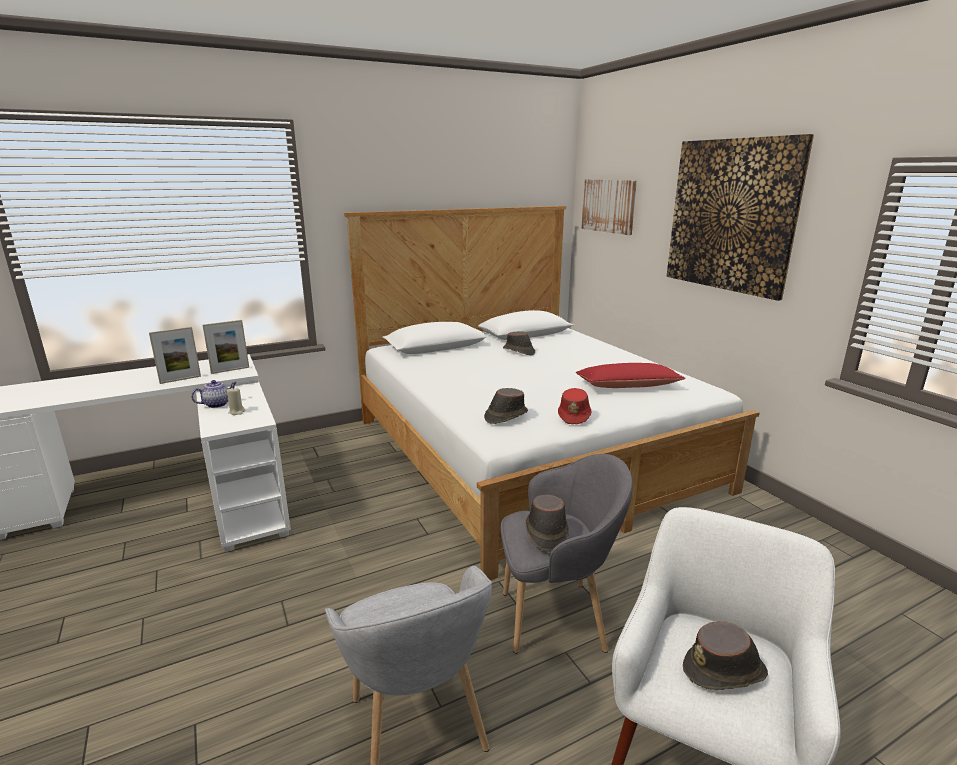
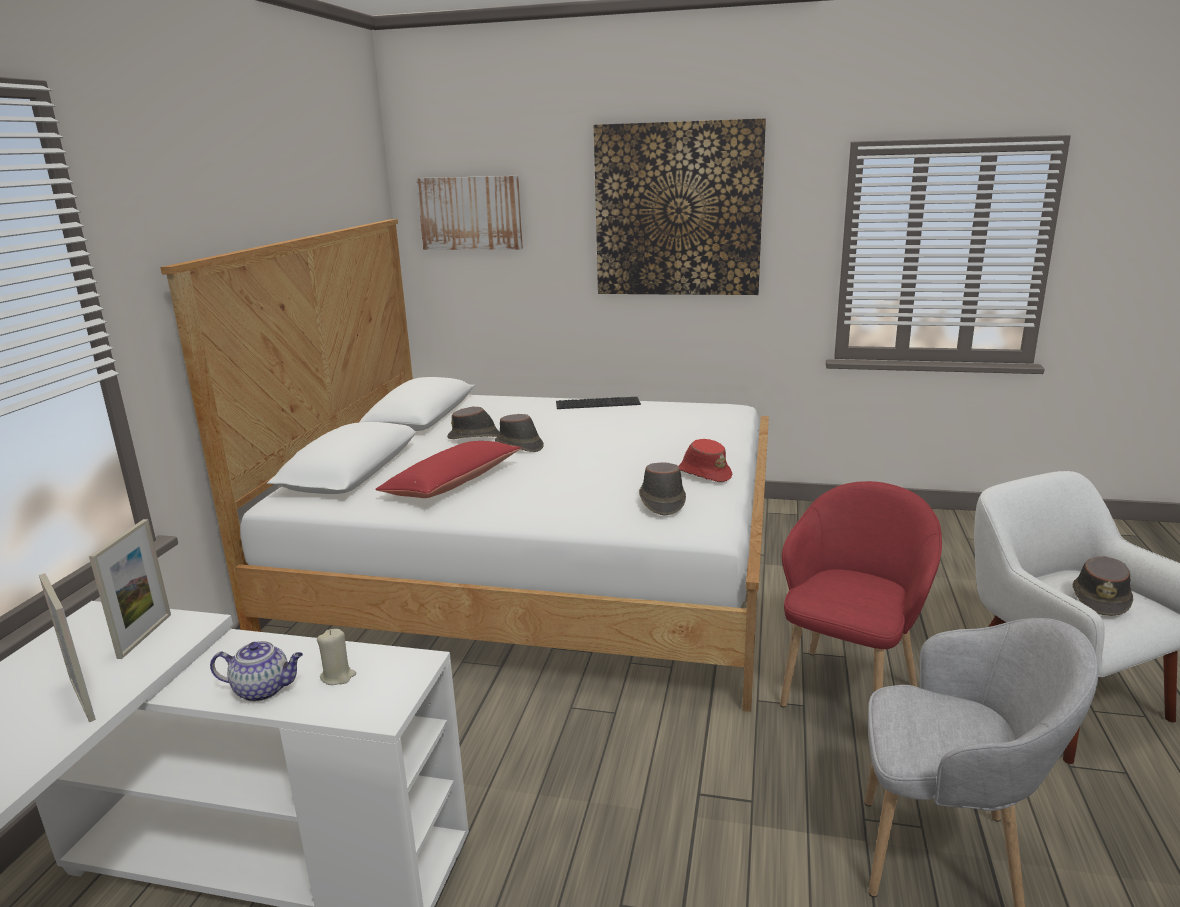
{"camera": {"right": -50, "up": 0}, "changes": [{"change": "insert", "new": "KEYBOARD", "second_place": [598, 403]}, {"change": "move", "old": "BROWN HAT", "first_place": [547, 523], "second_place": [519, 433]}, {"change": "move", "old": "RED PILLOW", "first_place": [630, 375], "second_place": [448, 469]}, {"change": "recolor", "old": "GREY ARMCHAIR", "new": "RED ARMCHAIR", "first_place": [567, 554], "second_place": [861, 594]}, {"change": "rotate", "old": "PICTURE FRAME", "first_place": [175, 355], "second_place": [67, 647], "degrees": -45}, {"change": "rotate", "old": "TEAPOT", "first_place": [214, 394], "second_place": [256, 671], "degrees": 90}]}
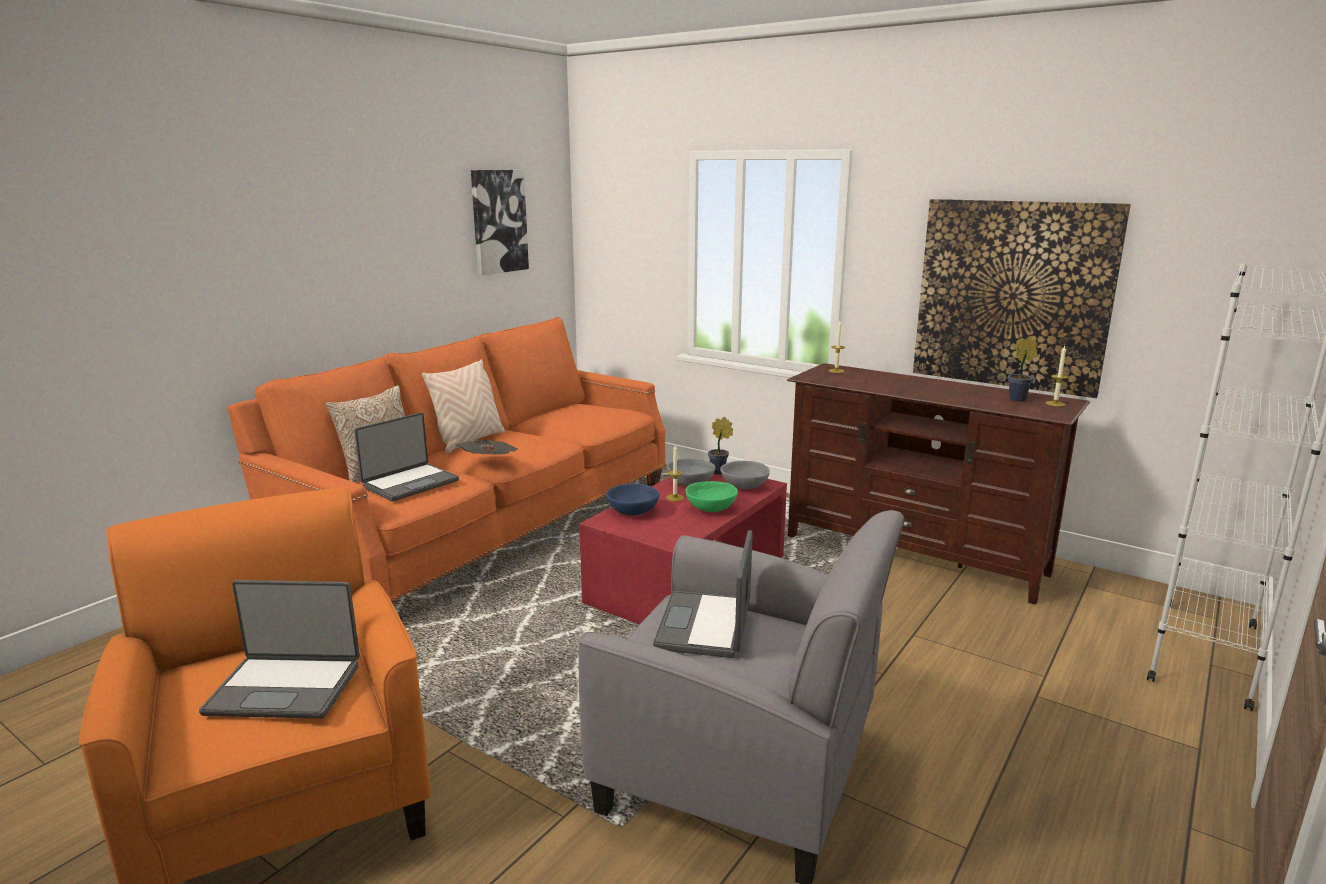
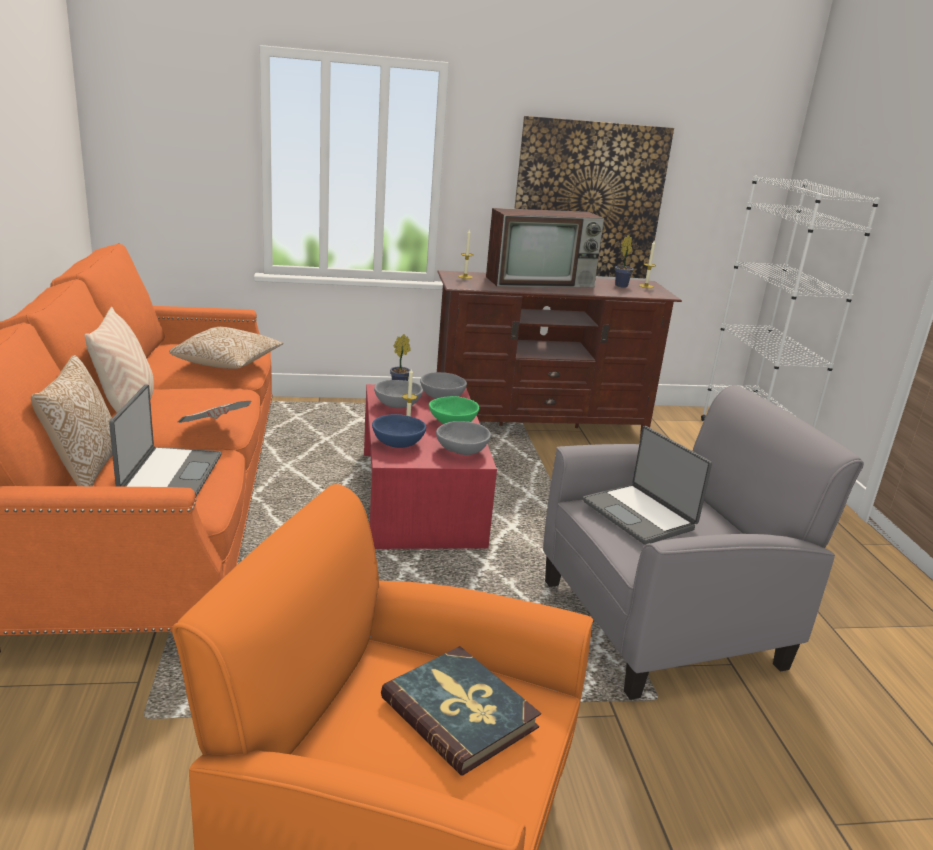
{"camera": {"right": -45, "up": 5}, "changes": [{"change": "delete", "old": "PICTURE", "first_place": [500, 222]}, {"change": "insert", "new": "PILLOW", "second_place": [226, 348]}, {"change": "insert", "new": "GREY BOWL", "second_place": [463, 438]}, {"change": "insert", "new": "TELEVISION", "second_place": [545, 248]}, {"change": "replace", "old": "LAPTOP", "new": "BOOK", "first_place": [279, 649], "second_place": [461, 710]}]}
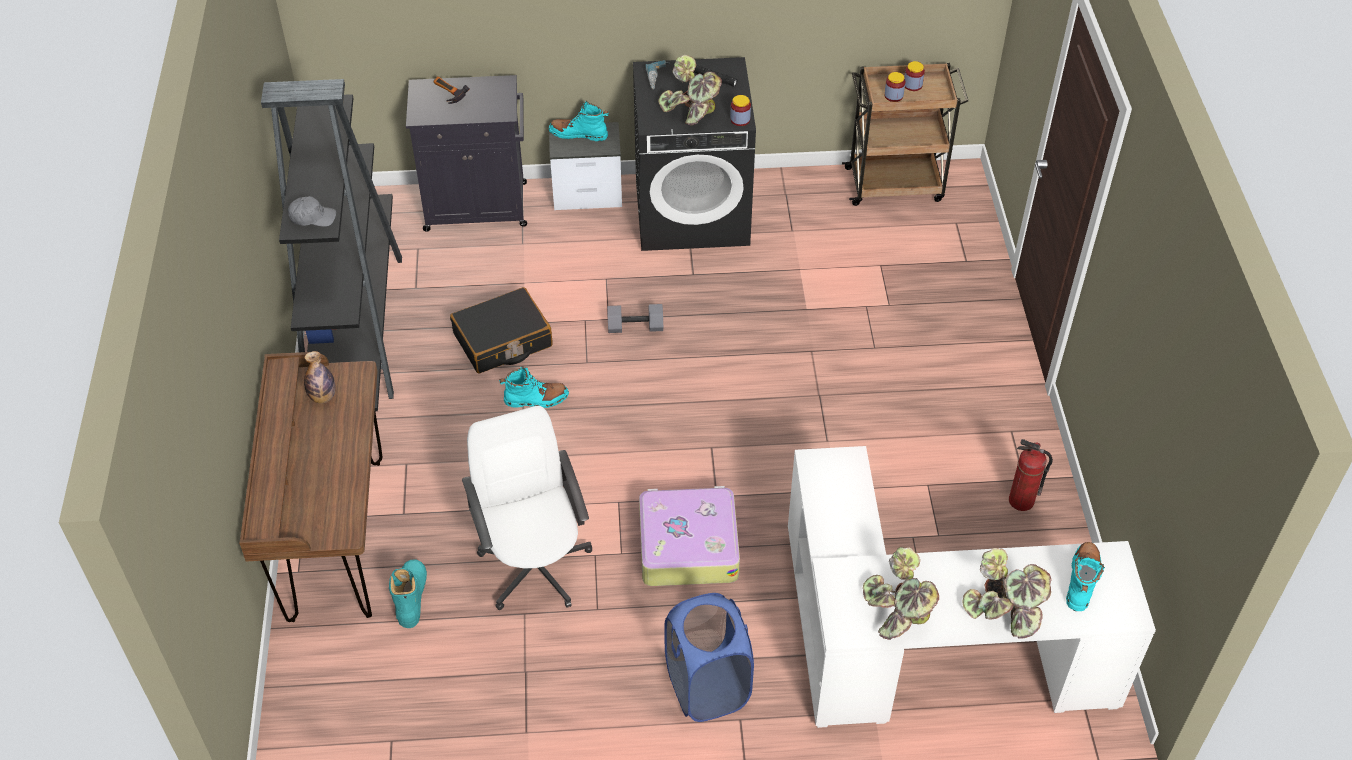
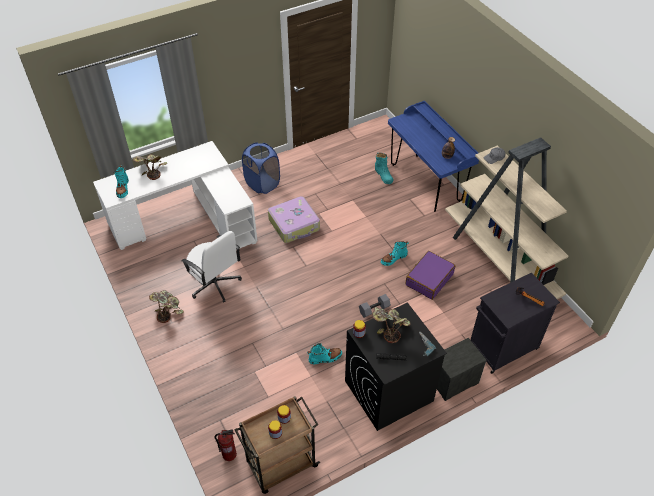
{"camera": {"right": 155, "up": 0}, "changes": [{"change": "move", "old": "WHITE OFFICE CHAIR", "first_place": [527, 508], "second_place": [211, 266]}, {"change": "move", "old": "TURQUOISE BOOT", "first_place": [579, 121], "second_place": [324, 354]}, {"change": "move", "old": "POTTED PLANT", "first_place": [901, 593], "second_place": [166, 306]}, {"change": "move", "old": "FIRE EXTINGUISHER", "first_place": [1031, 475], "second_place": [226, 445]}, {"change": "recolor", "old": "BROWN DESK", "new": "BLUE DESK", "first_place": [310, 487], "second_place": [433, 156]}, {"change": "recolor", "old": "BLACK BOOKCASE", "new": "BEIGE BOOKCASE", "first_place": [331, 245], "second_place": [506, 218]}, {"change": "recolor", "old": "BLACK SUITCASE", "new": "PURPLE SUITCASE", "first_place": [501, 330], "second_place": [430, 275]}]}
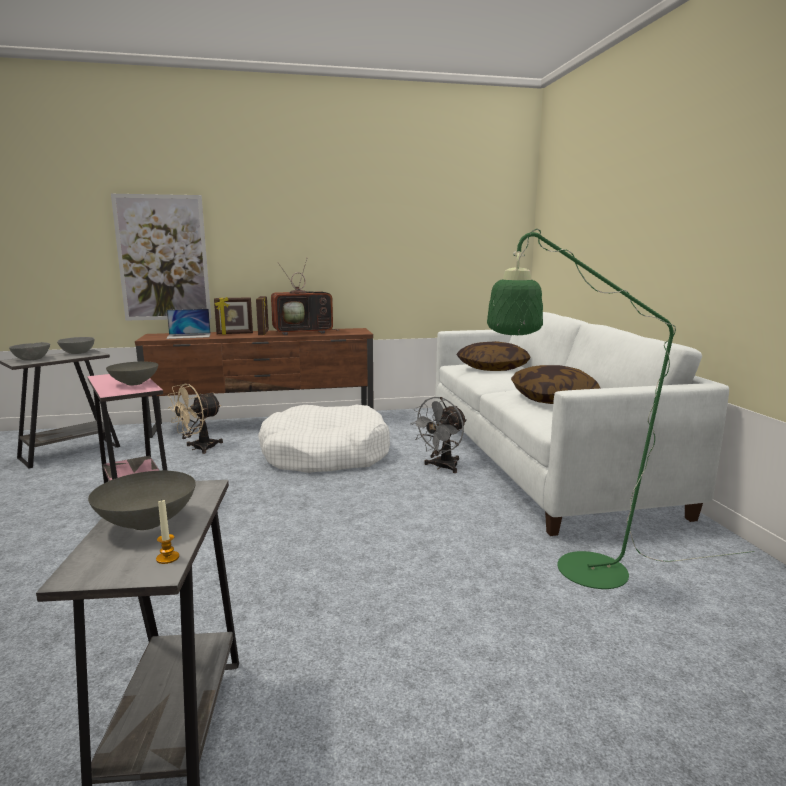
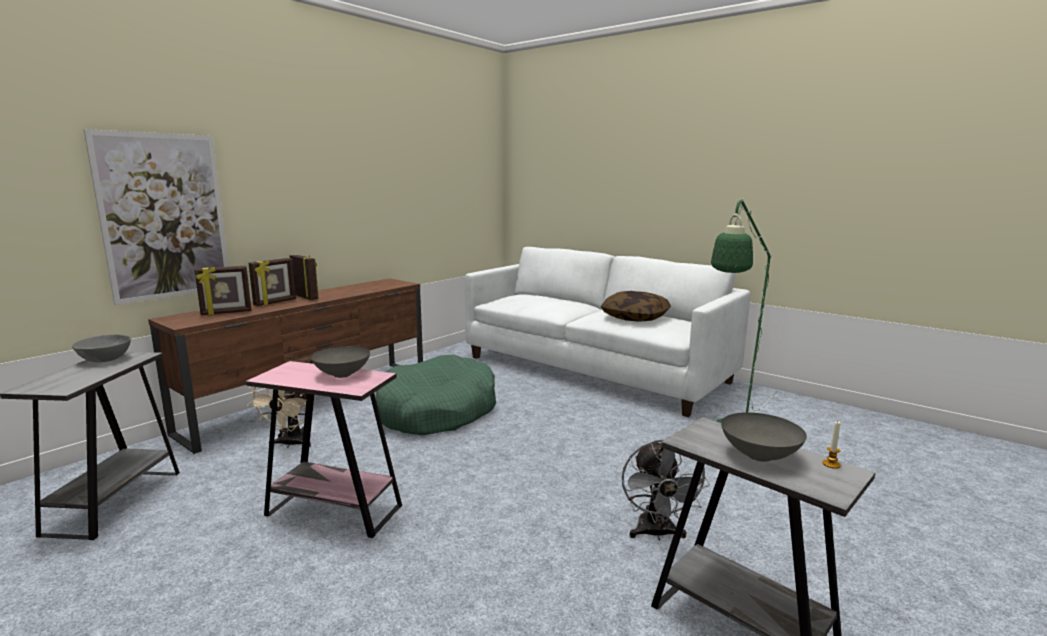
{"camera": {"right": -40, "up": 0}, "changes": [{"change": "delete", "old": "GREY BOWL", "first_place": [29, 351]}, {"change": "delete", "old": "TELEVISION", "first_place": [305, 296]}, {"change": "delete", "old": "PILLOW", "first_place": [493, 356]}, {"change": "move", "old": "GREY FAN", "first_place": [438, 435], "second_place": [666, 490]}, {"change": "replace", "old": "LAPTOP", "new": "PICTURE FRAME", "first_place": [188, 324], "second_place": [223, 290]}, {"change": "recolor", "old": "WHITE DOG BED", "new": "GREEN DOG BED", "first_place": [324, 438], "second_place": [436, 394]}]}
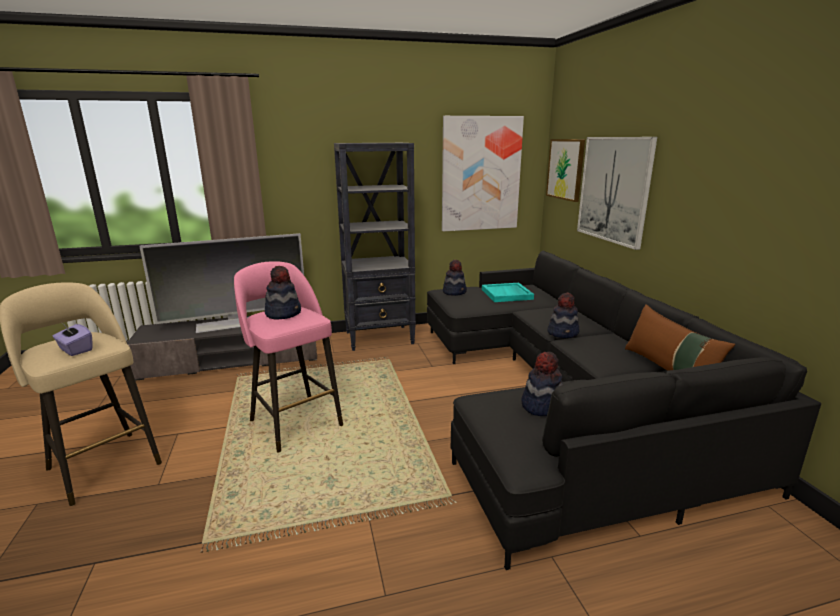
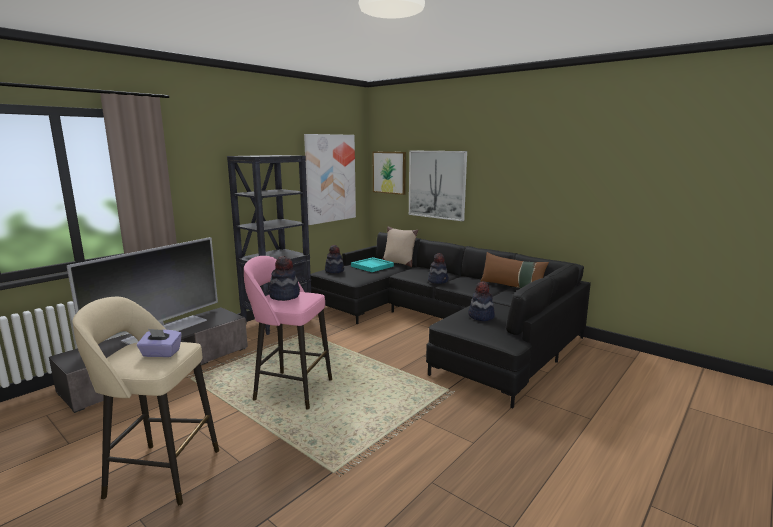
{"camera": {"right": -35, "up": -5}, "changes": [{"change": "insert", "new": "BEIGE PILLOW", "second_place": [400, 246]}]}
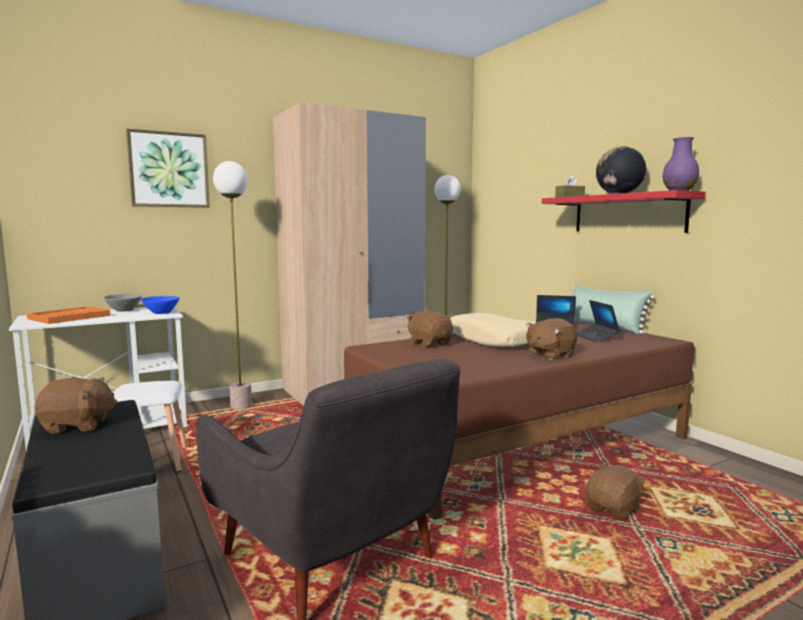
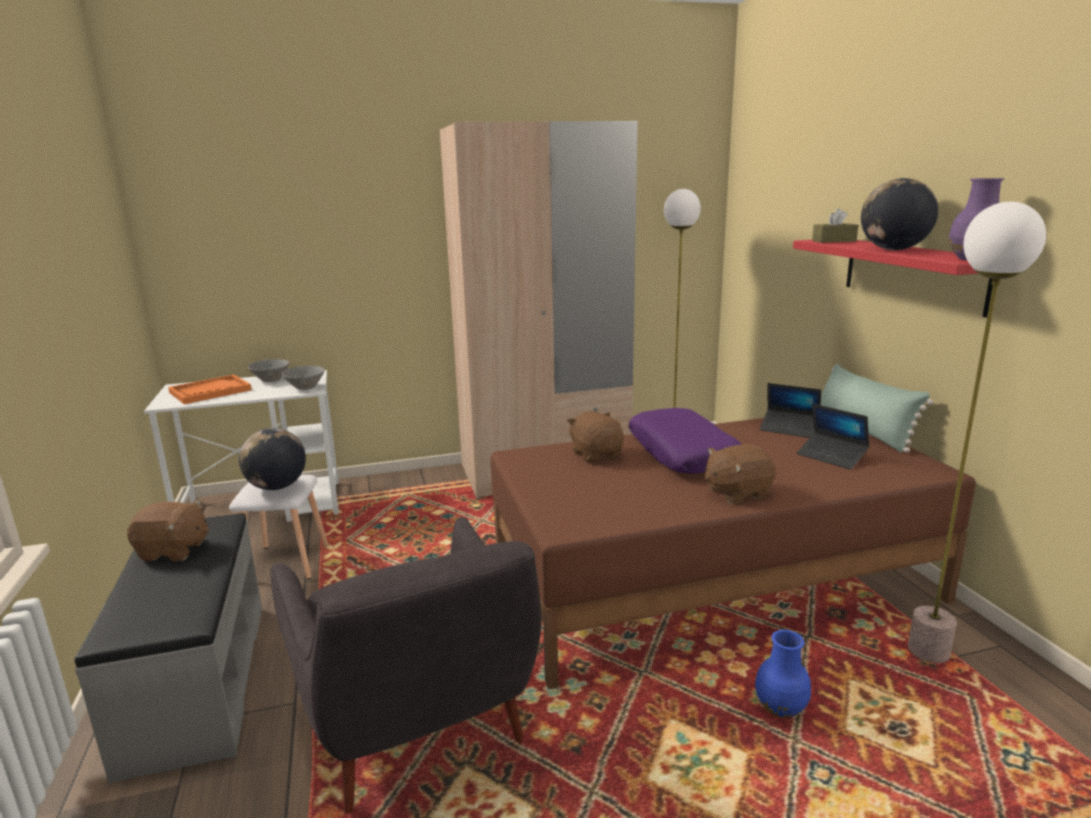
{"camera": {"right": 15, "up": 10}, "changes": [{"change": "delete", "old": "PICTURE", "first_place": [168, 168]}, {"change": "insert", "new": "GLOBE", "second_place": [272, 459]}, {"change": "move", "old": "FLOOR LAMP", "first_place": [232, 285], "second_place": [977, 432]}, {"change": "replace", "old": "BROWN PLUSH TOY", "new": "BLUE VASE", "first_place": [616, 492], "second_place": [783, 674]}, {"change": "recolor", "old": "BLUE BOWL", "new": "GREY BOWL", "first_place": [160, 305], "second_place": [303, 378]}, {"change": "recolor", "old": "BEIGE PILLOW", "new": "PURPLE PILLOW", "first_place": [492, 330], "second_place": [685, 441]}, {"change": "rotate", "old": "LAPTOP", "first_place": [598, 321], "second_place": [833, 437], "degrees": -45}]}
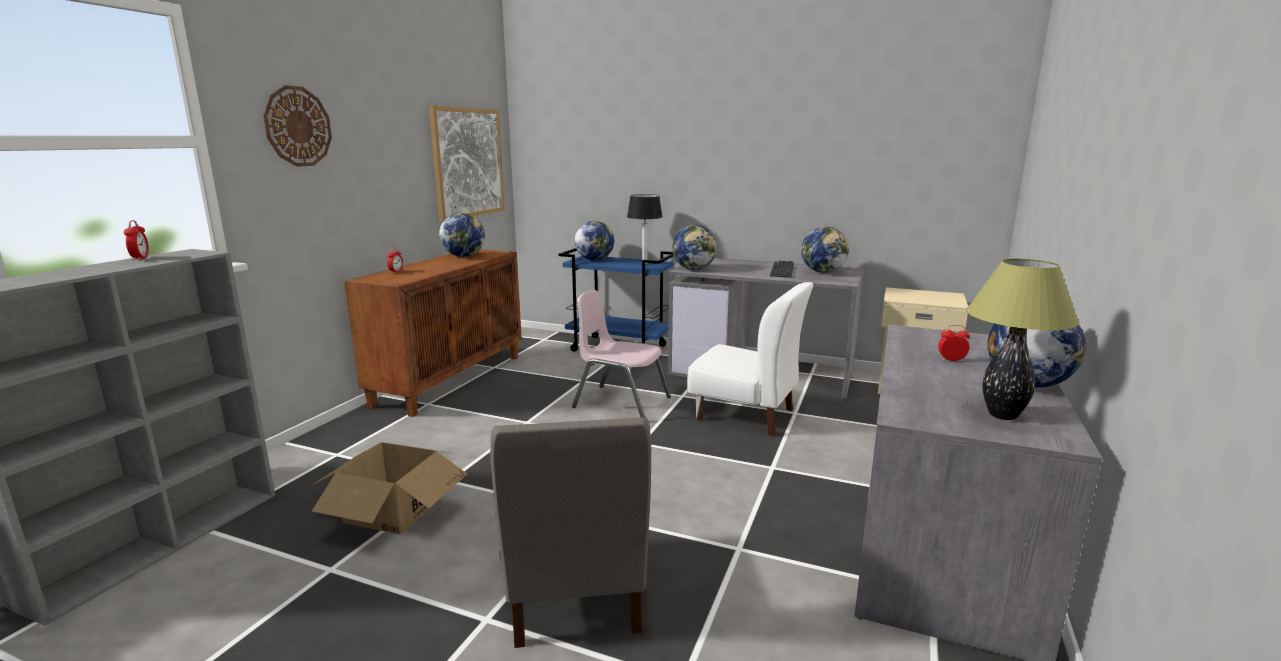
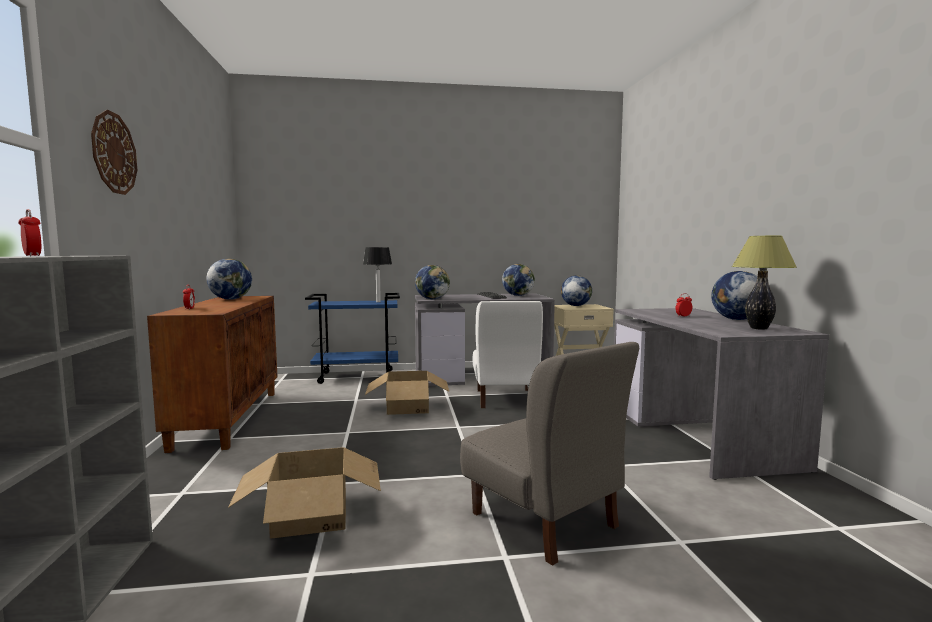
{"camera": {"right": -30, "up": -10}, "changes": [{"change": "delete", "old": "PICTURE", "first_place": [467, 163]}, {"change": "move", "old": "GLOBE", "first_place": [594, 241], "second_place": [576, 290]}, {"change": "replace", "old": "PINK CHAIR", "new": "CARDBOARD BOX", "first_place": [621, 354], "second_place": [407, 393]}, {"change": "rotate", "old": "WHITE CHAIR", "first_place": [750, 359], "second_place": [507, 354], "degrees": 90}]}
